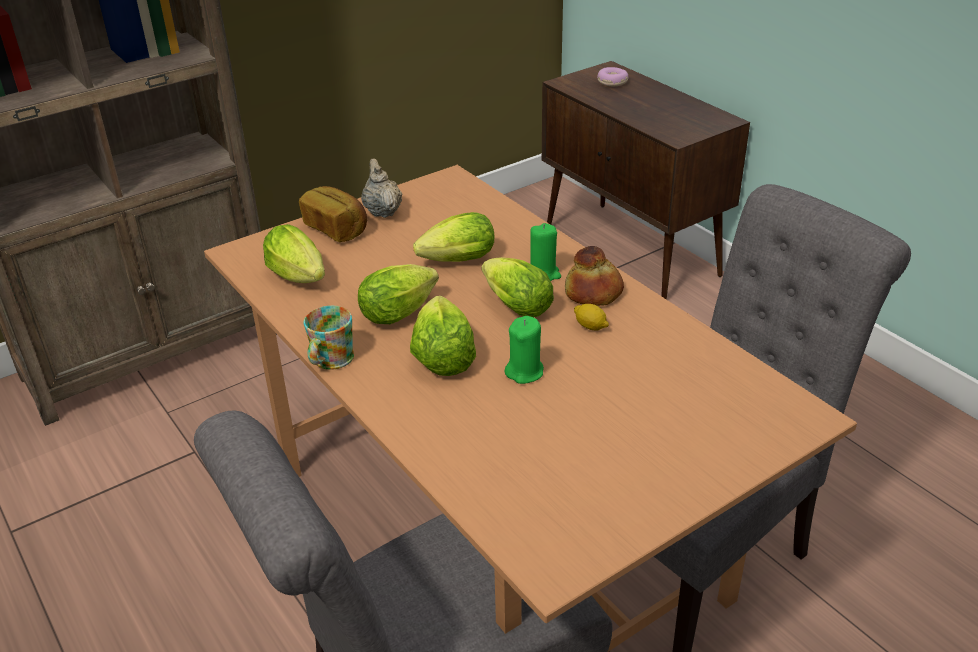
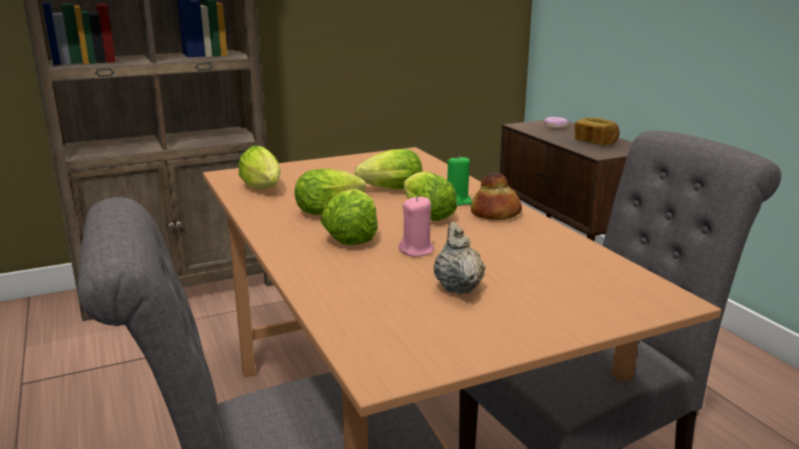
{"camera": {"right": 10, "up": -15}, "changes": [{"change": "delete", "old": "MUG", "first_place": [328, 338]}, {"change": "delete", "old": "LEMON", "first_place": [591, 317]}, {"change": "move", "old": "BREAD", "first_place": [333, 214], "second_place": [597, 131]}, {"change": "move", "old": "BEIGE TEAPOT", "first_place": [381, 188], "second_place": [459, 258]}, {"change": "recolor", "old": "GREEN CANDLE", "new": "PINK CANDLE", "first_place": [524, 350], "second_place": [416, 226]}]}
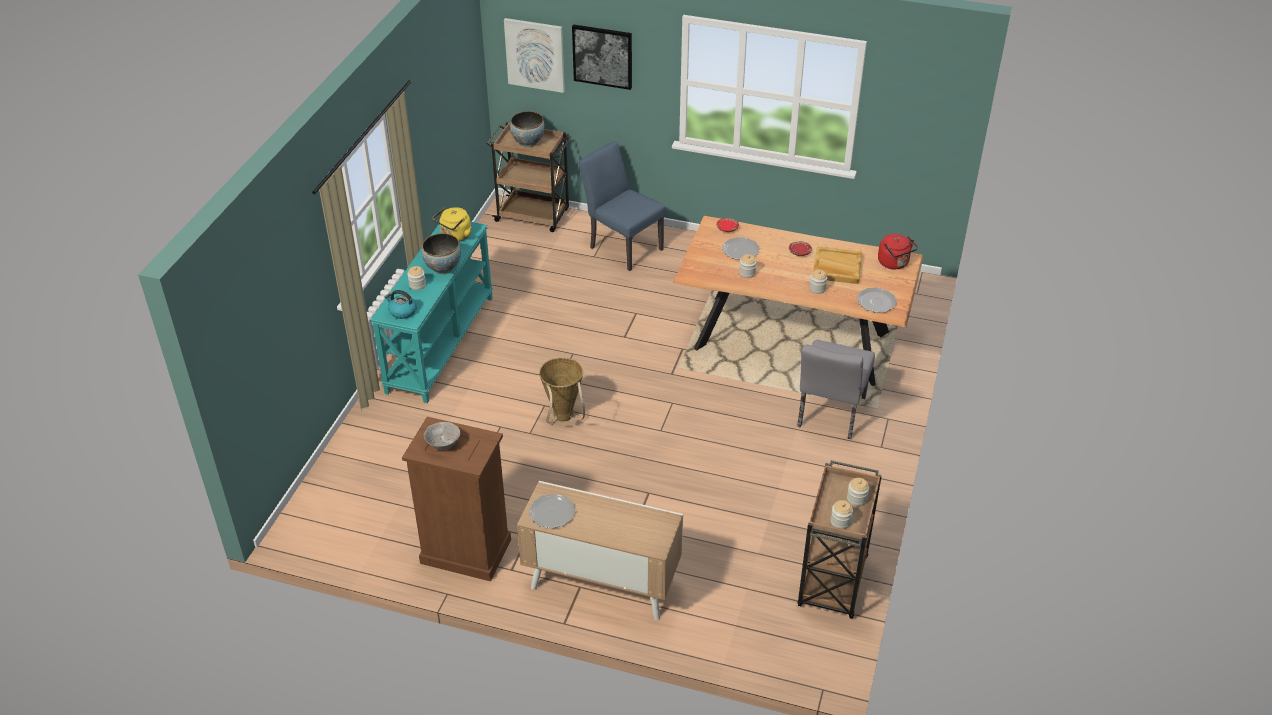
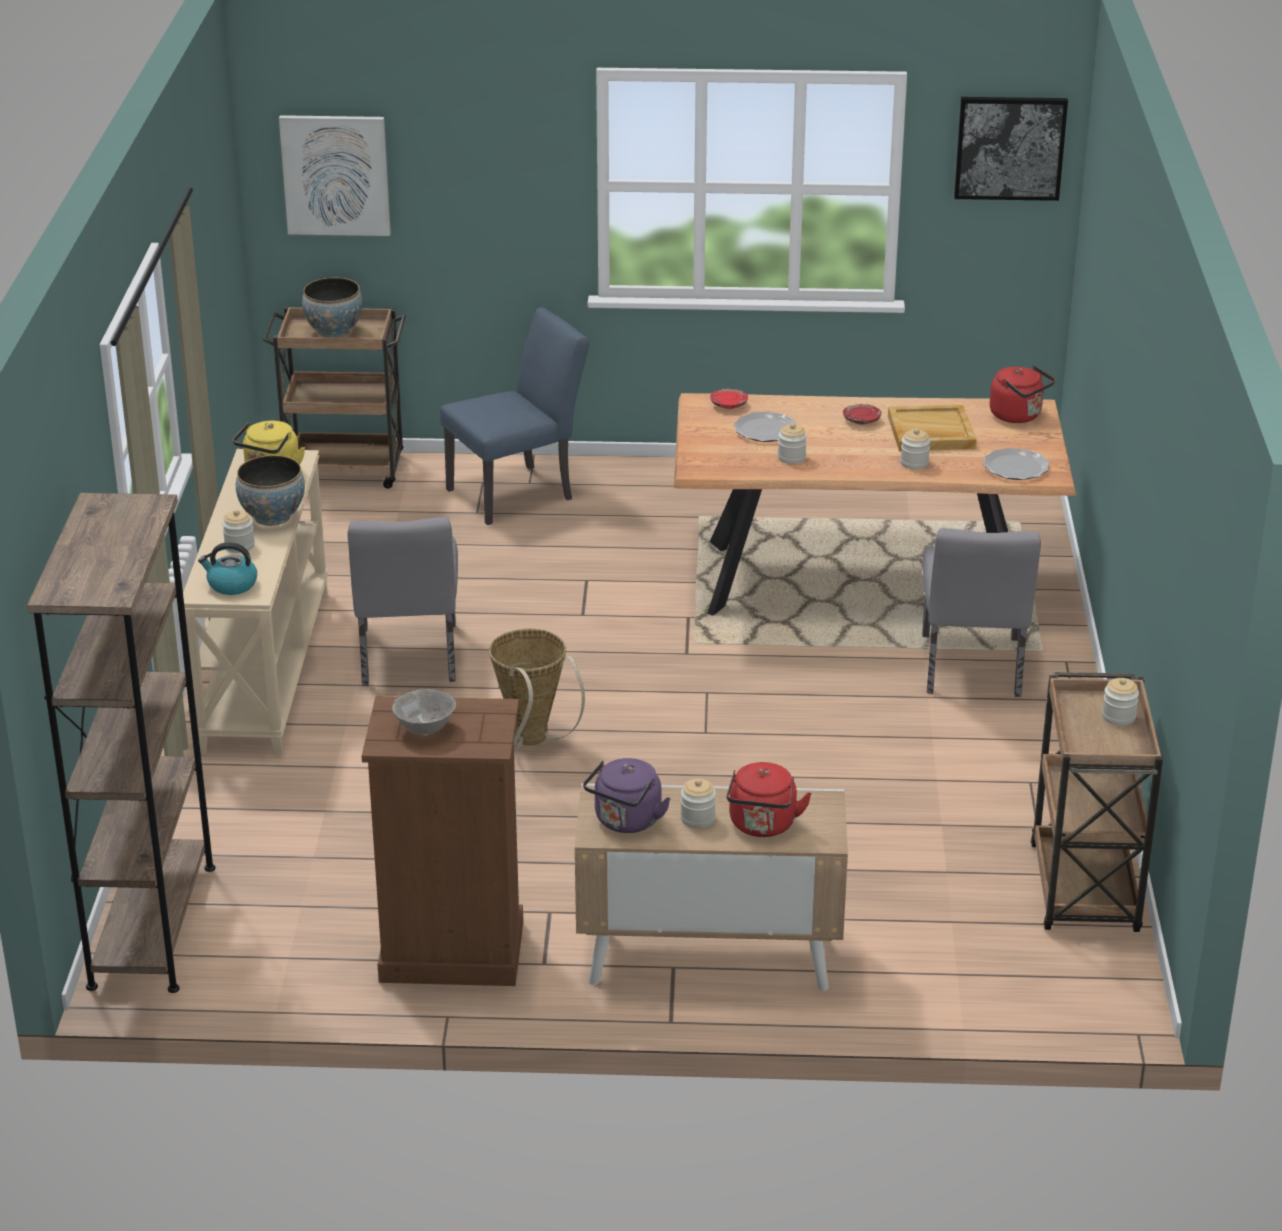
{"camera": {"right": -15, "up": -10}, "changes": [{"change": "insert", "new": "BROWN BOOKCASE", "second_place": [121, 743]}, {"change": "insert", "new": "GREY CHAIR", "second_place": [403, 601]}, {"change": "insert", "new": "RED KETTLE", "second_place": [769, 799]}, {"change": "move", "old": "PICTURE", "first_place": [602, 57], "second_place": [1011, 149]}, {"change": "move", "old": "JAR", "first_place": [842, 514], "second_place": [698, 803]}, {"change": "replace", "old": "PLATE", "new": "PURPLE KETTLE", "first_place": [552, 511], "second_place": [627, 795]}, {"change": "recolor", "old": "TURQUOISE CONSOLE TABLE", "new": "BEIGE CONSOLE TABLE", "first_place": [431, 312], "second_place": [255, 602]}, {"change": "rotate", "old": "BLUE CHAIR", "first_place": [622, 206], "second_place": [514, 416], "degrees": 120}]}
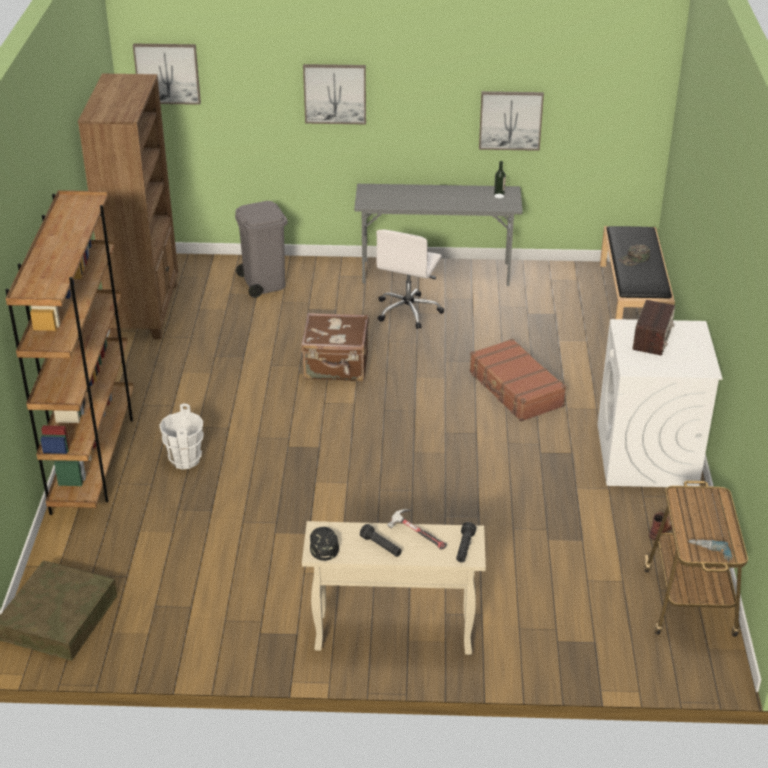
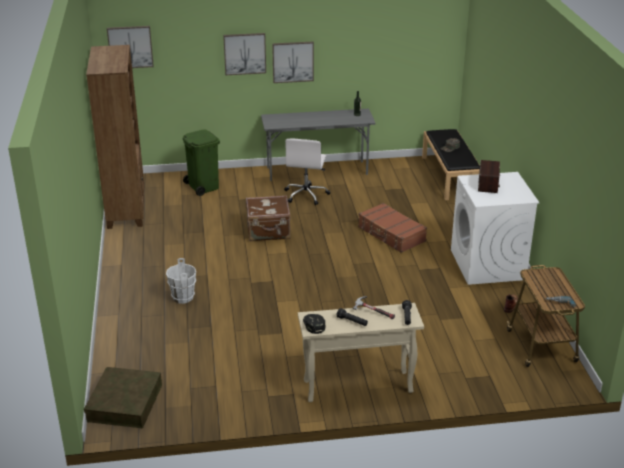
{"camera": {"right": -10, "up": -5}, "changes": [{"change": "delete", "old": "BROWN BOOKCASE", "first_place": [69, 352]}, {"change": "move", "old": "PICTURE", "first_place": [511, 121], "second_place": [293, 62]}, {"change": "recolor", "old": "GREY TRASH CAN", "new": "GREEN TRASH CAN", "first_place": [261, 249], "second_place": [201, 163]}]}
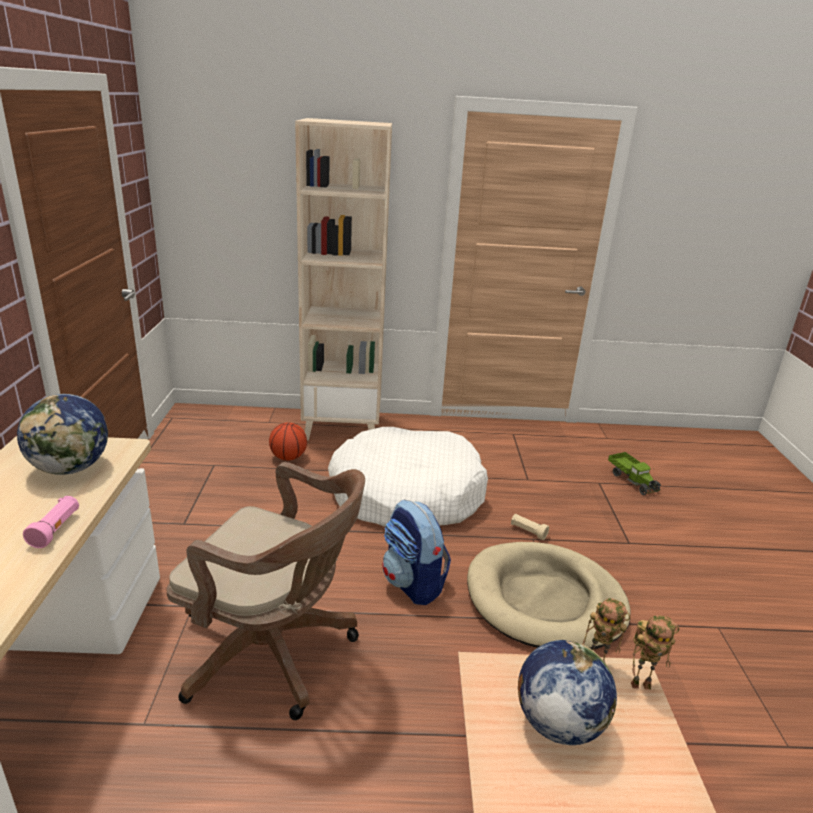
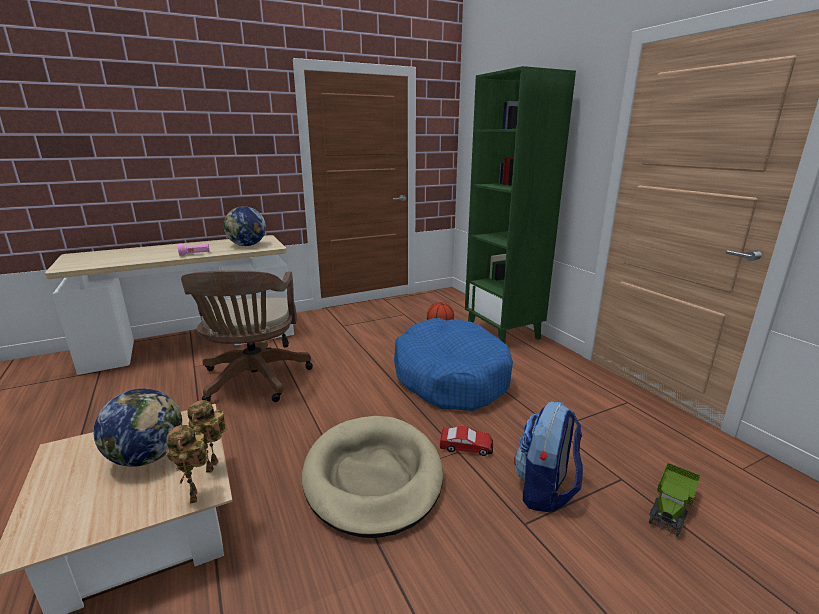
{"camera": {"right": 65, "up": -5}, "changes": [{"change": "move", "old": "BACKPACK", "first_place": [416, 552], "second_place": [548, 456]}, {"change": "replace", "old": "BEIGE FLASHLIGHT", "new": "TOY CAR", "first_place": [530, 527], "second_place": [466, 441]}, {"change": "recolor", "old": "BEIGE BOOKCASE", "new": "GREEN BOOKCASE", "first_place": [343, 279], "second_place": [520, 204]}, {"change": "recolor", "old": "WHITE DOG BED", "new": "BLUE DOG BED", "first_place": [408, 477], "second_place": [453, 364]}]}
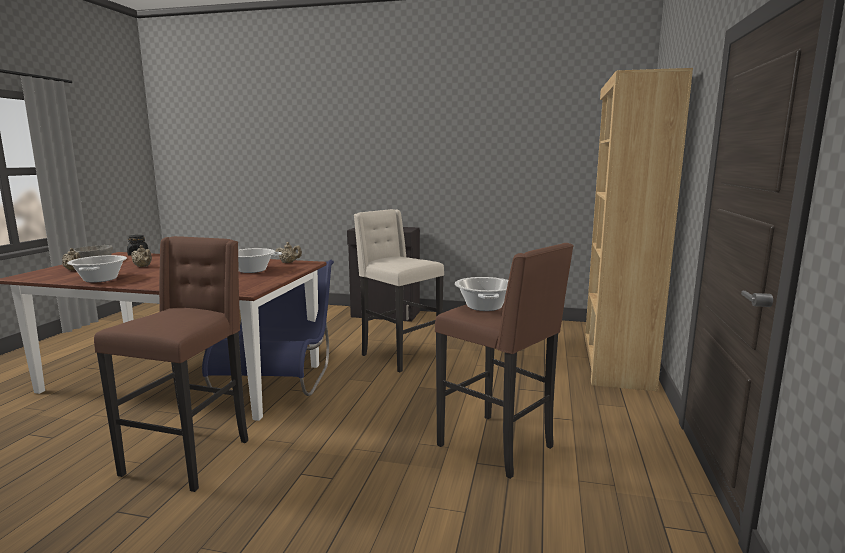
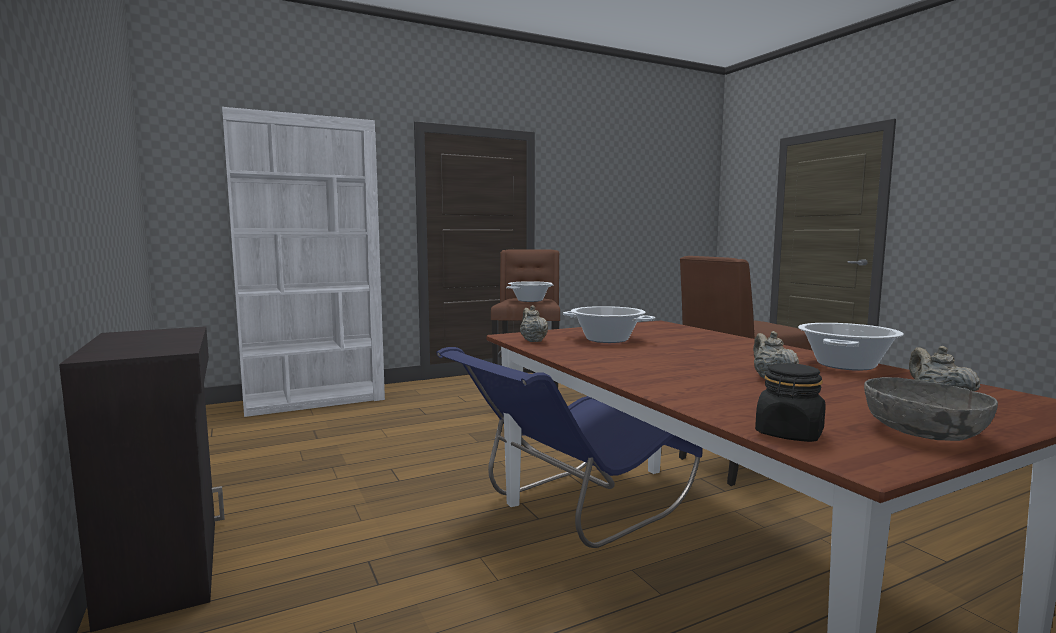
{"camera": {"right": -130, "up": -5}, "changes": [{"change": "delete", "old": "BEIGE STOOL", "first_place": [399, 290]}, {"change": "recolor", "old": "BROWN BOOKCASE", "new": "WHITE BOOKCASE", "first_place": [639, 229], "second_place": [303, 262]}]}
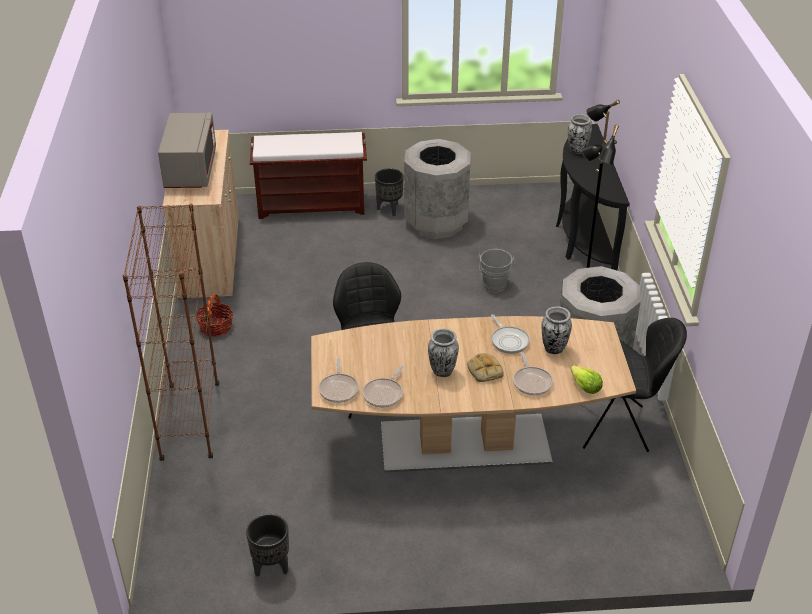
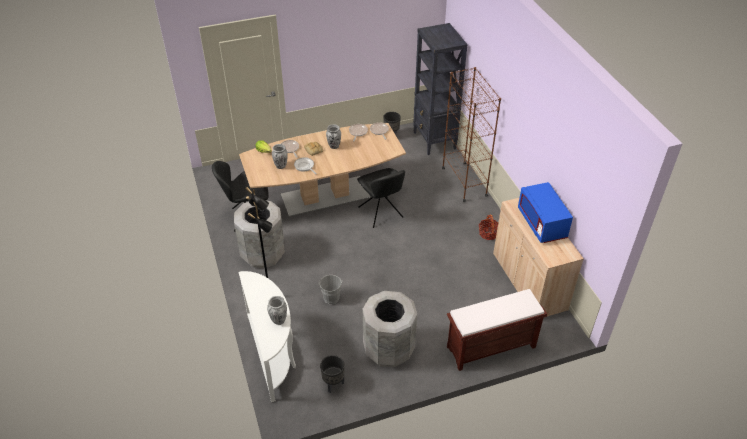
{"camera": {"right": 165, "up": 5}, "changes": [{"change": "insert", "new": "BLACK BOOKCASE", "second_place": [440, 89]}, {"change": "move", "old": "BLACK PLANTER", "first_place": [389, 192], "second_place": [332, 374]}, {"change": "recolor", "old": "GREY MICROWAVE", "new": "BLUE MICROWAVE", "first_place": [187, 150], "second_place": [545, 212]}, {"change": "recolor", "old": "BLACK CONSOLE TABLE", "new": "WHITE CONSOLE TABLE", "first_place": [593, 197], "second_place": [267, 336]}]}
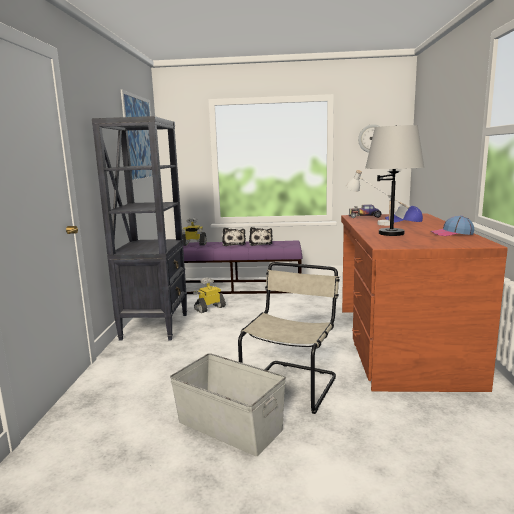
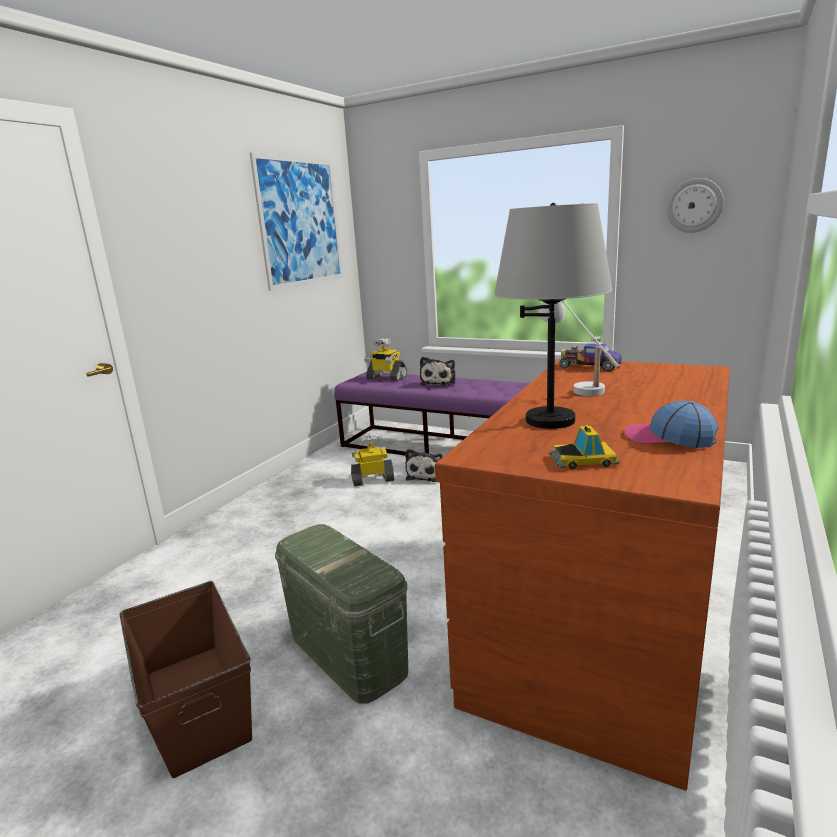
{"camera": {"right": 25, "up": 5}, "changes": [{"change": "delete", "old": "BLACK BOOKCASE", "first_place": [139, 228]}, {"change": "delete", "old": "CAP", "first_place": [404, 214]}, {"change": "insert", "new": "TOY CAR", "second_place": [584, 447]}, {"change": "move", "old": "PLUSH TOY", "first_place": [261, 236], "second_place": [424, 465]}, {"change": "replace", "old": "BEIGE CHAIR", "new": "GREEN STORAGE BOX", "first_place": [289, 338], "second_place": [341, 614]}, {"change": "recolor", "old": "GREY STORAGE BOX", "new": "BROWN STORAGE BOX", "first_place": [228, 404], "second_place": [186, 679]}]}
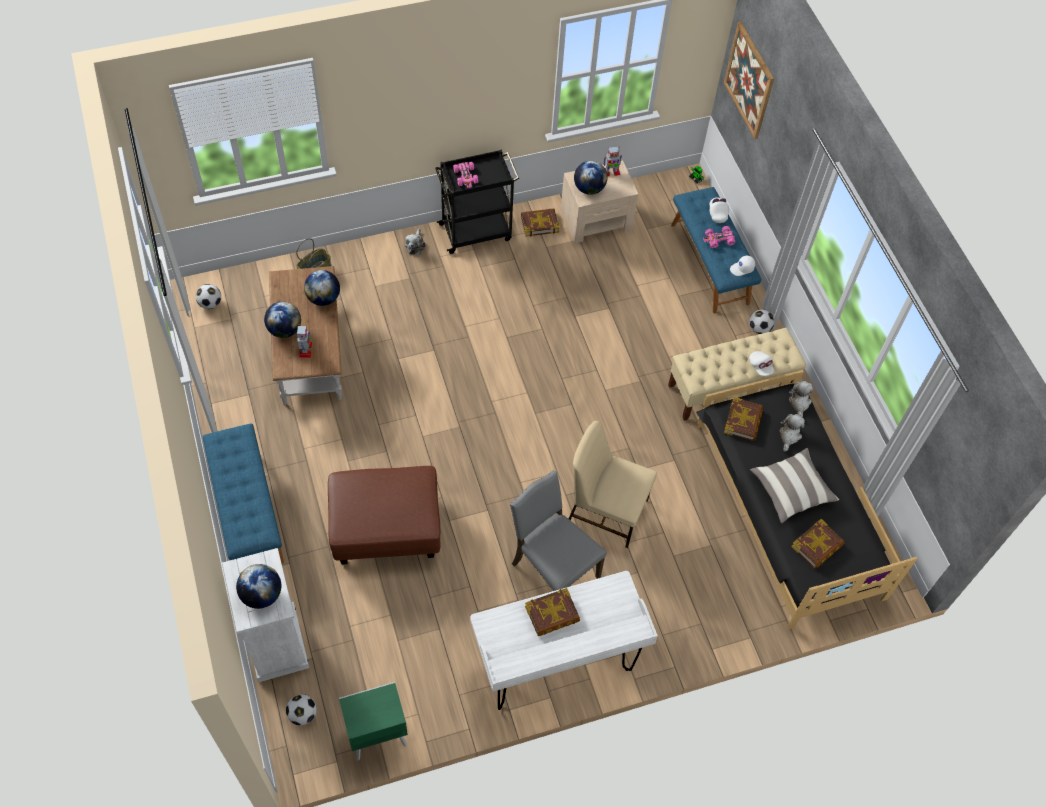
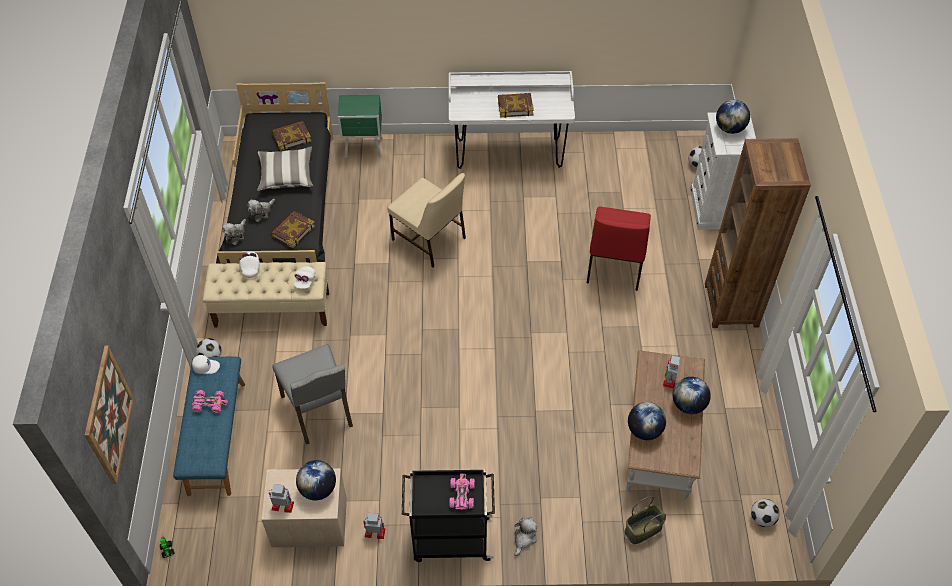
{"camera": {"right": -160, "up": -5}, "changes": [{"change": "move", "old": "GREEN NIGHTSTAND", "first_place": [373, 721], "second_place": [360, 126]}, {"change": "move", "old": "GREY CHAIR", "first_place": [558, 530], "second_place": [312, 394]}, {"change": "move", "old": "WHITE CAP", "first_place": [719, 210], "second_place": [304, 277]}, {"change": "replace", "old": "BLUE BENCH", "new": "BROWN BOOKCASE", "first_place": [243, 493], "second_place": [758, 233]}, {"change": "replace", "old": "BROWN OTTOMAN", "new": "RED CHAIR", "first_place": [384, 515], "second_place": [619, 249]}, {"change": "replace", "old": "BOOK", "new": "TOY ROBOT", "first_place": [540, 222], "second_place": [374, 526]}]}
